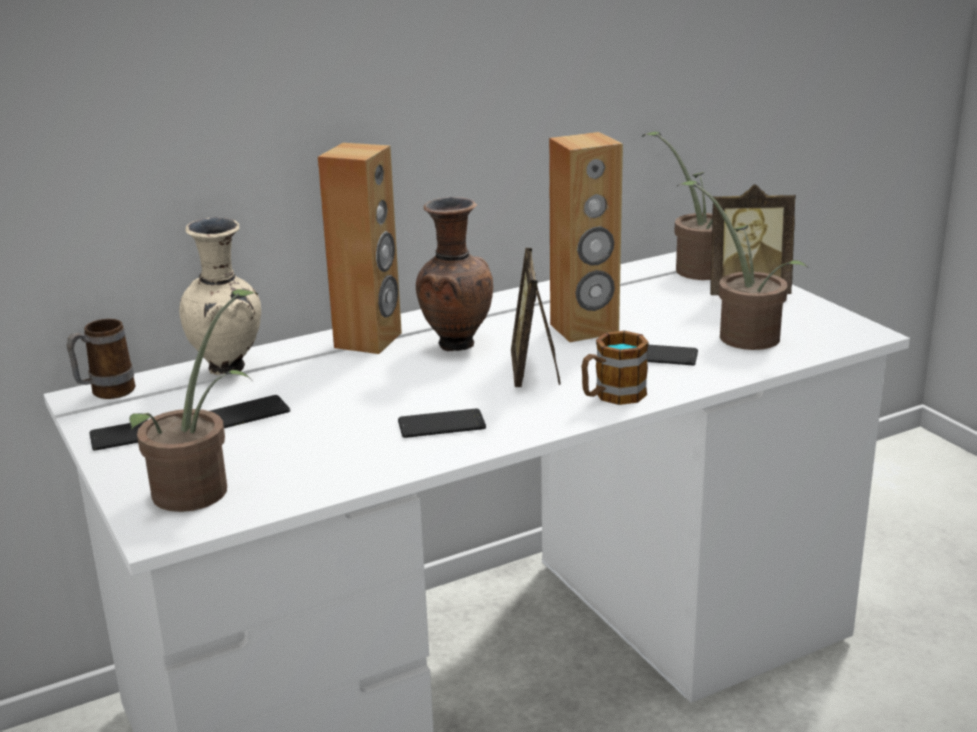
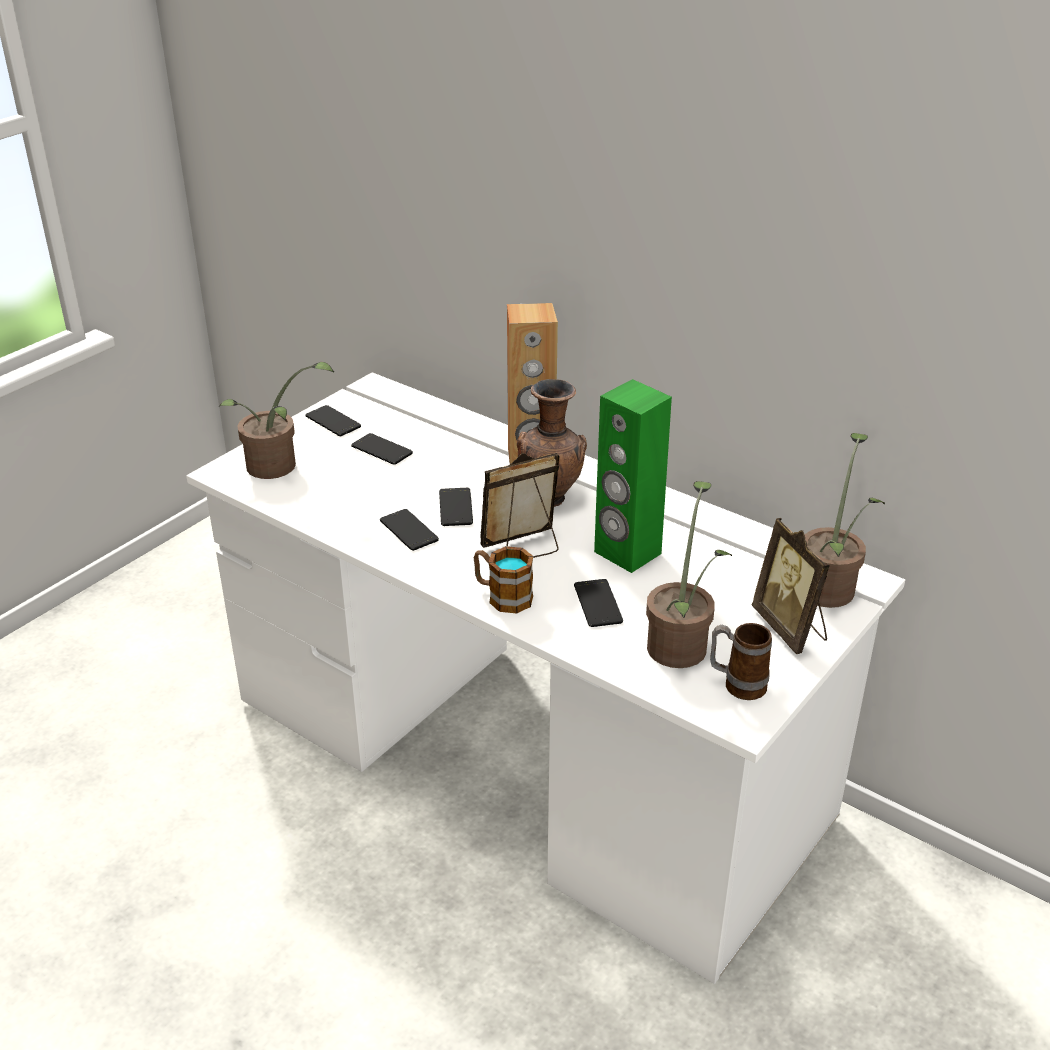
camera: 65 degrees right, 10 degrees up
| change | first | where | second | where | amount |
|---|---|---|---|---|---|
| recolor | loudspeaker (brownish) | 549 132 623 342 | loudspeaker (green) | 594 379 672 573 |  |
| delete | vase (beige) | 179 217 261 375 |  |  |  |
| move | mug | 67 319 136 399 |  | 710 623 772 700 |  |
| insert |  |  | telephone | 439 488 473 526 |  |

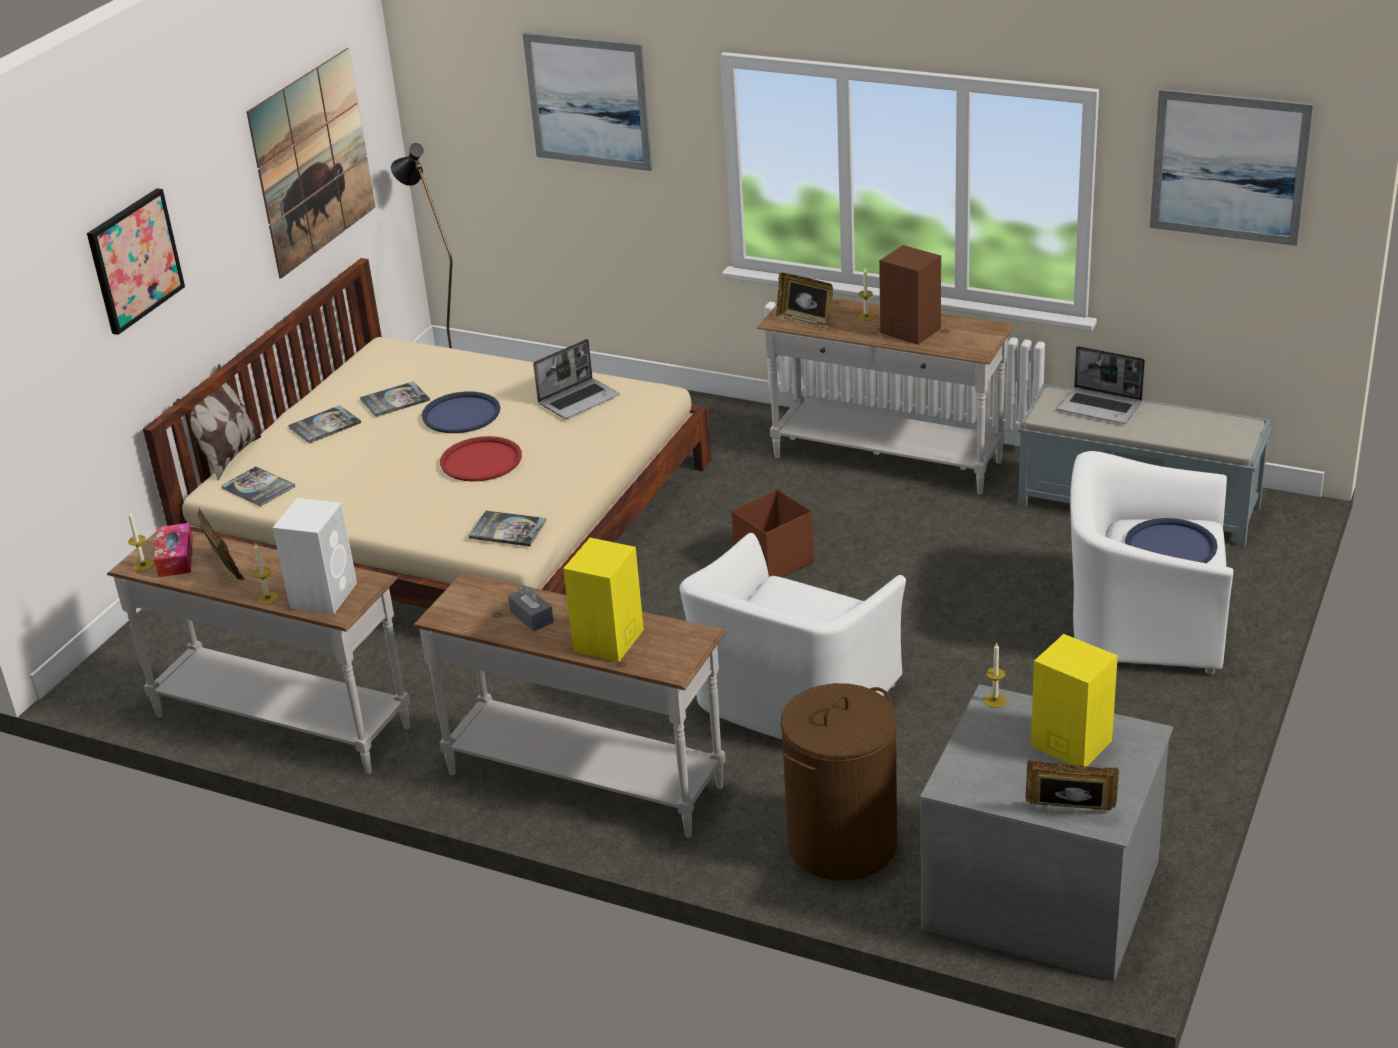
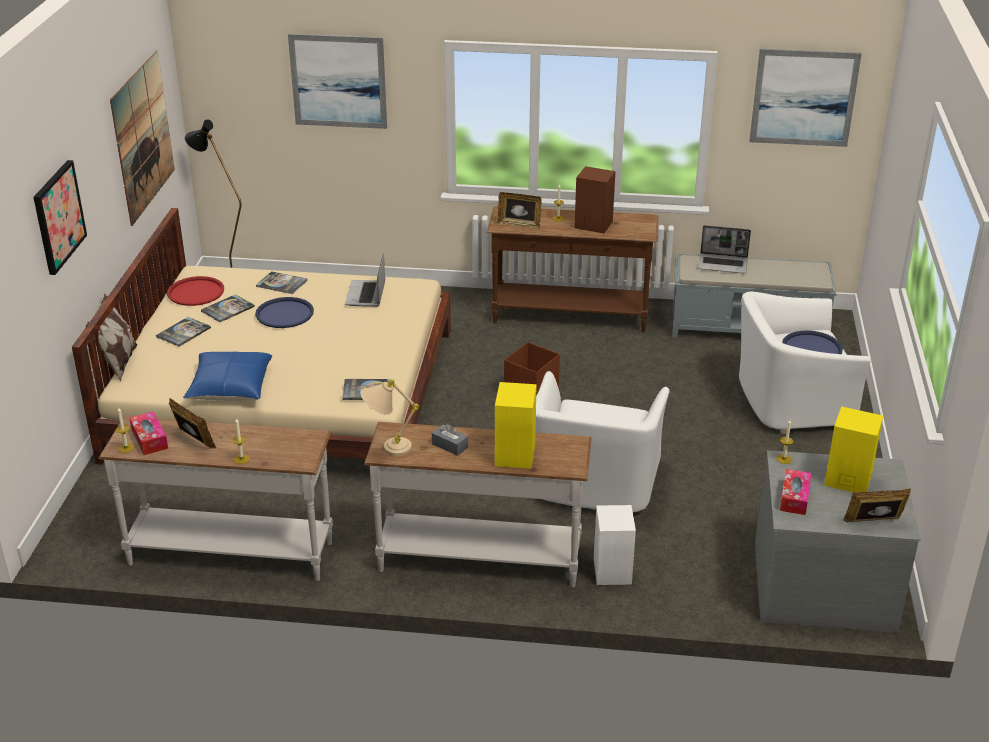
camera: 20 degrees left, 0 degrees up
| change | first | where | second | where | amount |
|---|---|---|---|---|---|
| recolor | hall table (white) | 757 298 1014 495 | hall table (brownish) | 487 206 658 333 |  |
| rotate | laptop | 533 339 620 419 |  | 345 253 385 307 | 150 degrees clockwise |
| move | carrying tray (red-coloured) | 440 436 522 482 |  | 167 276 224 306 |  |
| move | bound book | 221 466 295 507 |  | 256 271 308 294 |  |
| move | loudspeaker (white) | 273 498 357 614 |  | 594 505 636 585 |  |
| delete | washing basket (brownish) | 781 683 897 881 |  |  |  |
| insert |  |  | throw pillow (blue-coloured) | 183 352 272 401 |  |
| insert |  |  | tabletop lamp (beige) | 361 379 419 456 |  |
| insert |  |  | box of tissues | 780 469 812 515 |  |

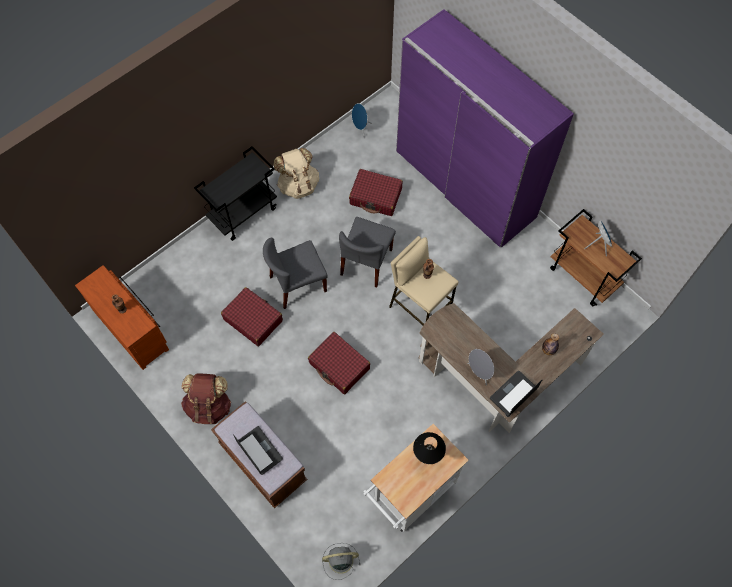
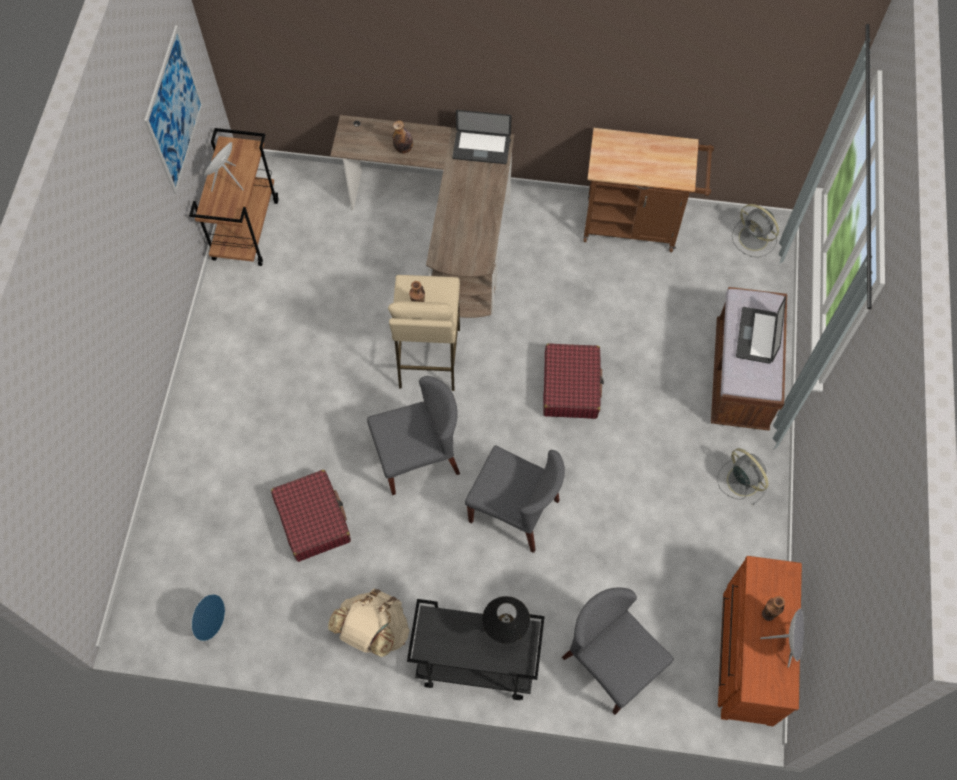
camera: 130 degrees left, 0 degrees up
| change | first | where | second | where | amount |
|---|---|---|---|---|---|
| delete | clothes cupboard (purplish) | 396 9 574 248 |  |  |  |
| delete | piece of luggage (red-coloured) | 221 287 283 346 |  |  |  |
| move | loudspeaker (gray) | 467 349 494 386 |  | 760 609 804 668 |  |
| replace | backpack (brownish) | 181 373 231 424 | fan (gray) | 717 448 768 505 |  |
| recolor | cart (white) | 363 424 469 532 | cart (brownish) | 583 128 714 252 |  |
| move | tabletop lamp (black-coloured) | 413 432 446 464 |  | 482 596 530 644 |  |
| insert |  |  | picture | 144 25 203 194 |  |
| insert |  |  | upright chair (gray) | 562 588 674 715 |  |

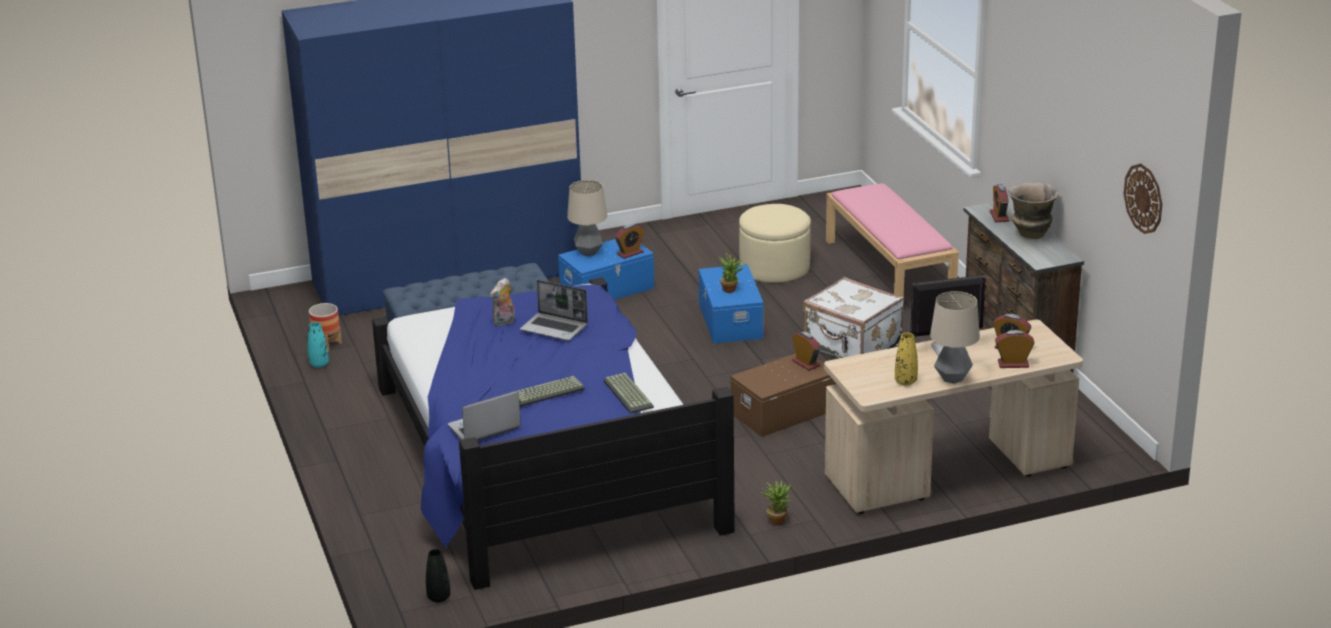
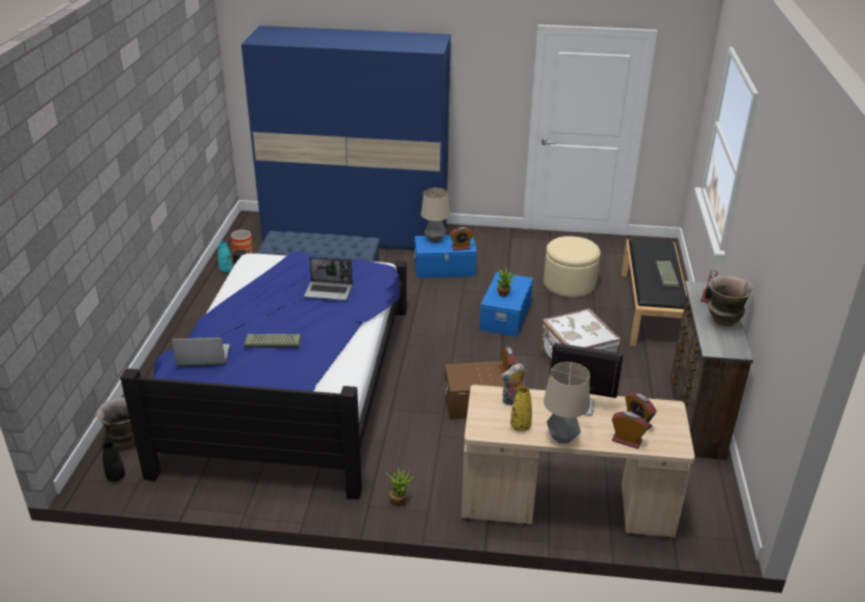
camera: 25 degrees right, 5 degrees up
| change | first | where | second | where | amount |
|---|---|---|---|---|---|
| delete | wall clock | 1124 164 1162 234 |  |  |  |
| recolor | indoor bench (pinkish) | 826 183 959 297 | indoor bench (black-coloured) | 621 239 687 346 |  |
| move | cuddly toy | 490 278 515 327 |  | 501 363 525 406 |  |
| rotate | laptop | 520 280 588 341 |  | 304 257 353 300 | 45 degrees counterclockwise |
| move | PC keyboard | 603 373 654 413 |  | 655 261 680 288 |  |
| insert |  |  | vase | 96 397 135 448 |  |

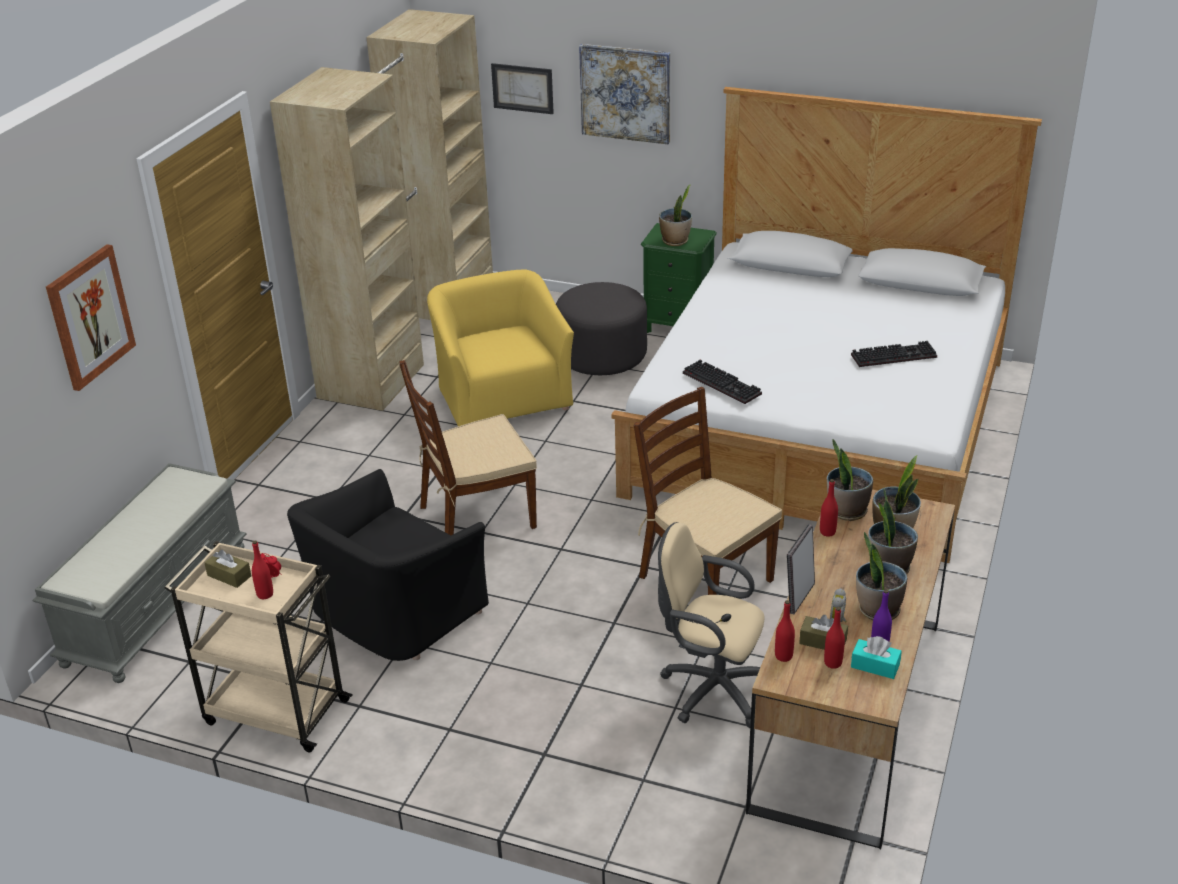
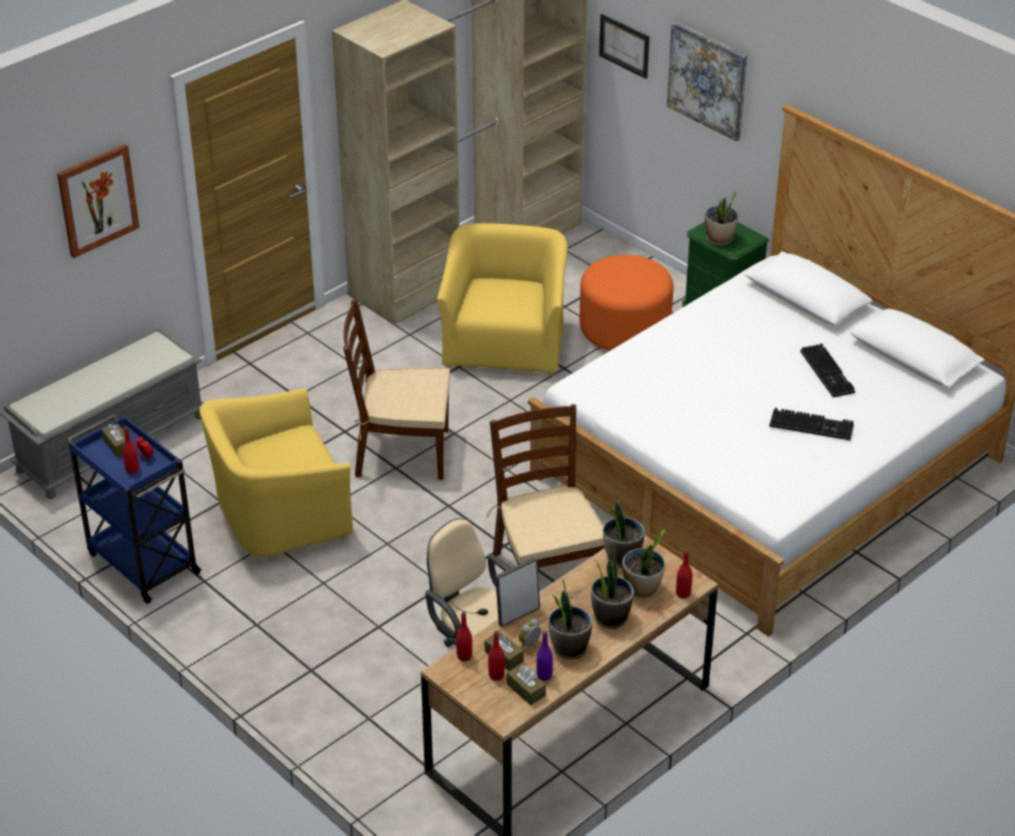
camera: 25 degrees right, 5 degrees up
| change | first | where | second | where | amount |
|---|---|---|---|---|---|
| recolor | ottoman (gray) | 556 282 647 375 | ottoman (orange) | 579 255 673 351 |  |
| move | PC keyboard | 683 360 762 404 |  | 800 343 855 397 |  |
| recolor | armchair (black-coloured) | 287 469 489 661 | armchair (yellow-coloured) | 199 389 353 560 |  |
| move | drink bottle (red-coloured) | 820 479 838 537 |  | 676 550 692 598 |  |
| recolor | cart (beige) | 165 541 353 752 | cart (blue-coloured) | 67 414 202 604 |  |
| recolor | box of tissues (blue-green) | 851 636 902 679 | box of tissues (brownish) | 507 664 546 705 |  |

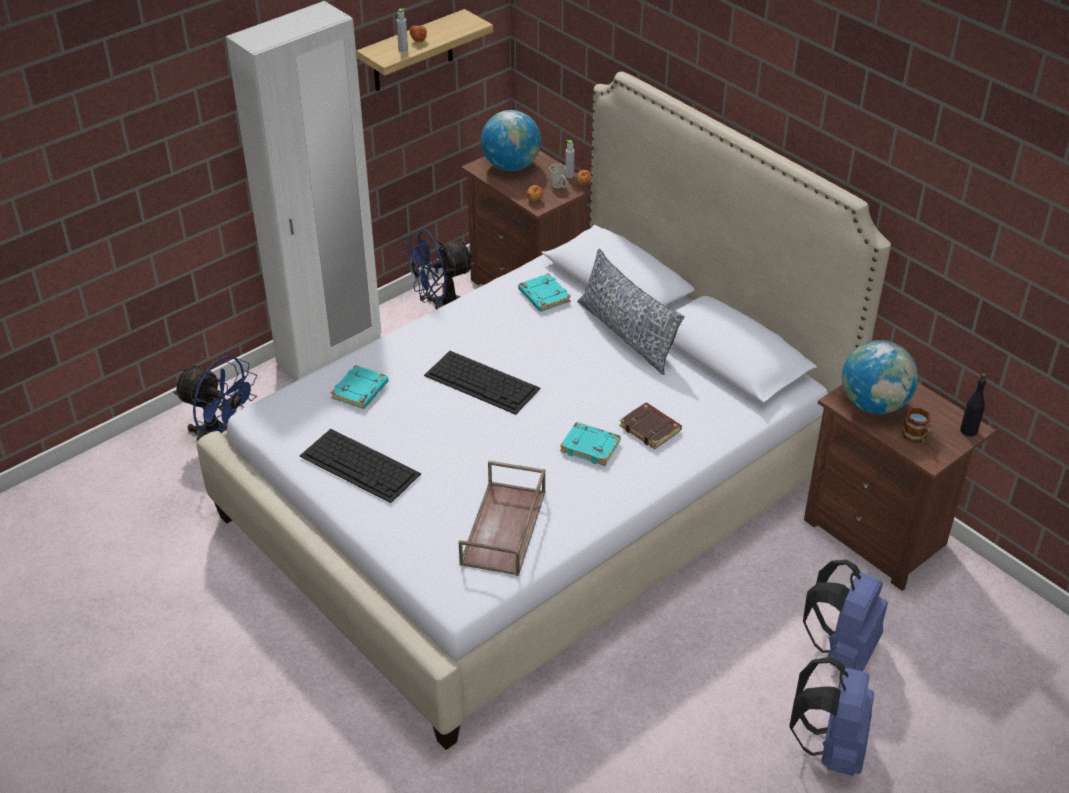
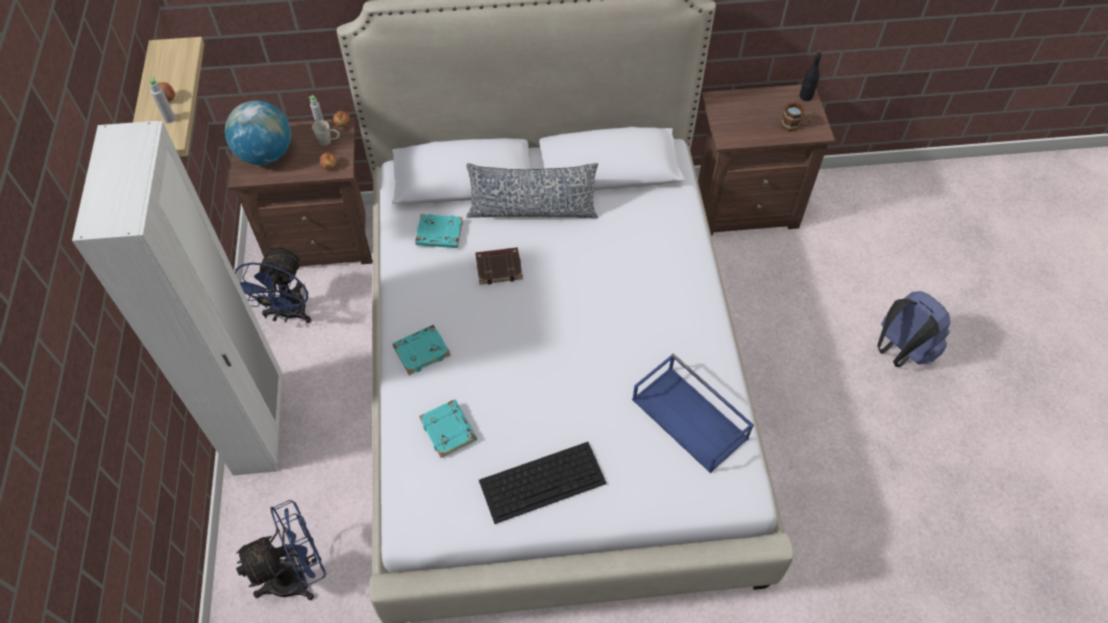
camera: 55 degrees left, 15 degrees up
| change | first | where | second | where | amount |
|---|---|---|---|---|---|
| delete | world globe | 842 340 918 414 |  |  |  |
| delete | PC keyboard | 424 351 541 415 |  |  |  |
| move | bound book (brownish) | 619 403 682 449 |  | 475 247 523 285 |  |
| move | bound book (blue-green) | 560 422 621 466 |  | 392 325 451 375 |  |
| recolor | carrying tray (brownish) | 459 461 545 576 | carrying tray (blue-coloured) | 632 354 754 473 |  |
| delete | backpack (blue-coloured) | 803 560 888 672 |  |  |  |

